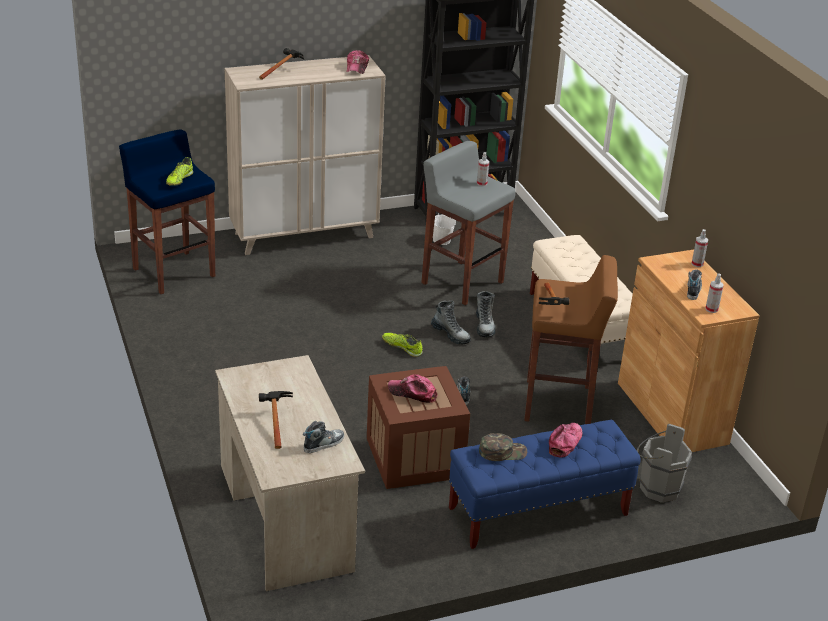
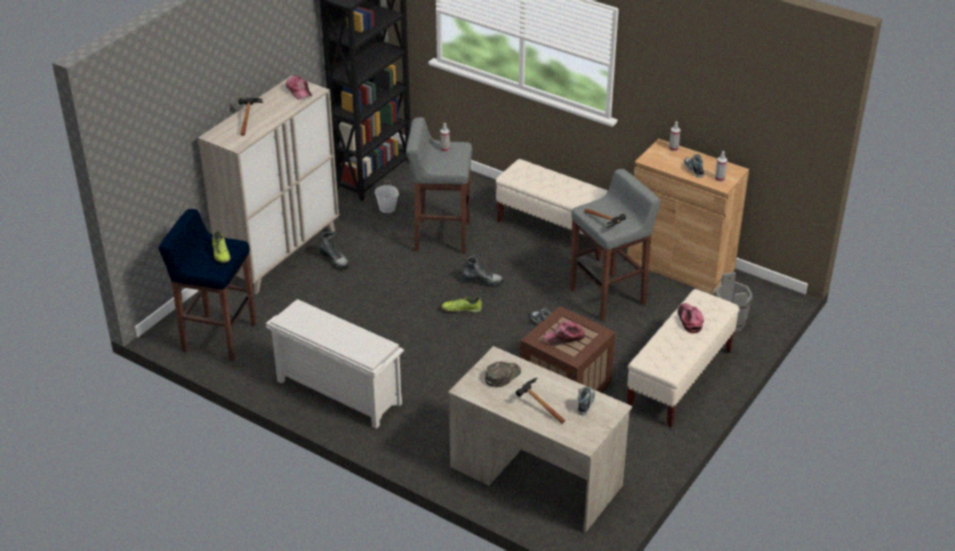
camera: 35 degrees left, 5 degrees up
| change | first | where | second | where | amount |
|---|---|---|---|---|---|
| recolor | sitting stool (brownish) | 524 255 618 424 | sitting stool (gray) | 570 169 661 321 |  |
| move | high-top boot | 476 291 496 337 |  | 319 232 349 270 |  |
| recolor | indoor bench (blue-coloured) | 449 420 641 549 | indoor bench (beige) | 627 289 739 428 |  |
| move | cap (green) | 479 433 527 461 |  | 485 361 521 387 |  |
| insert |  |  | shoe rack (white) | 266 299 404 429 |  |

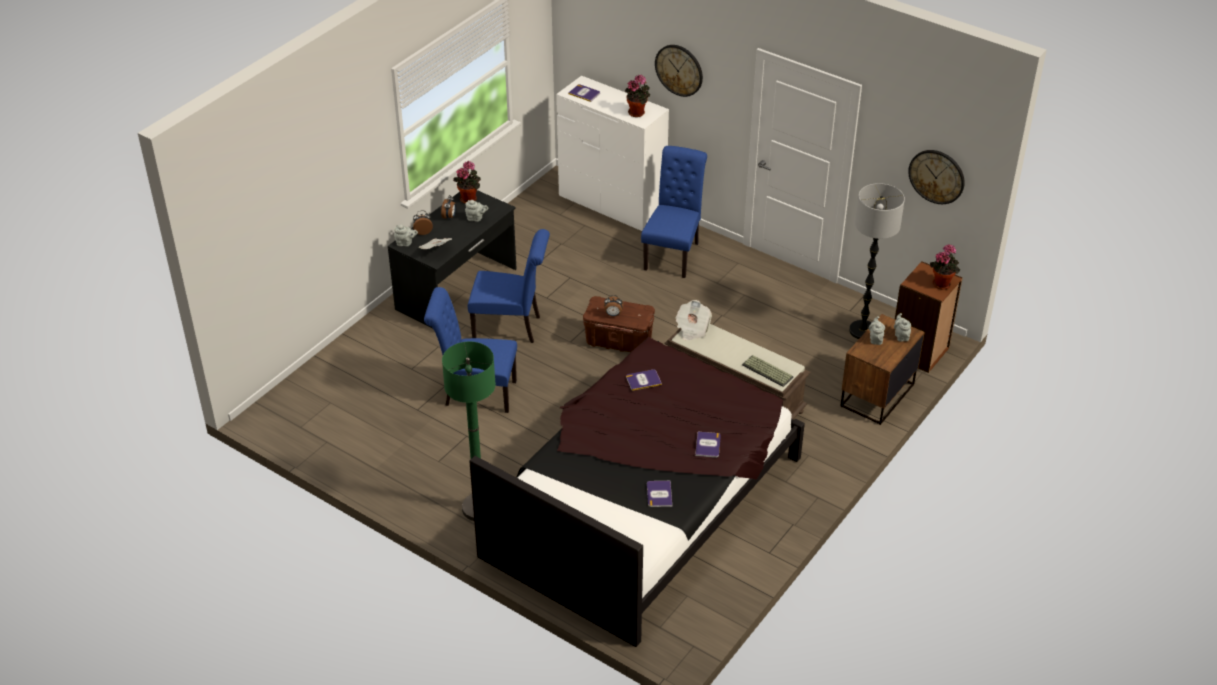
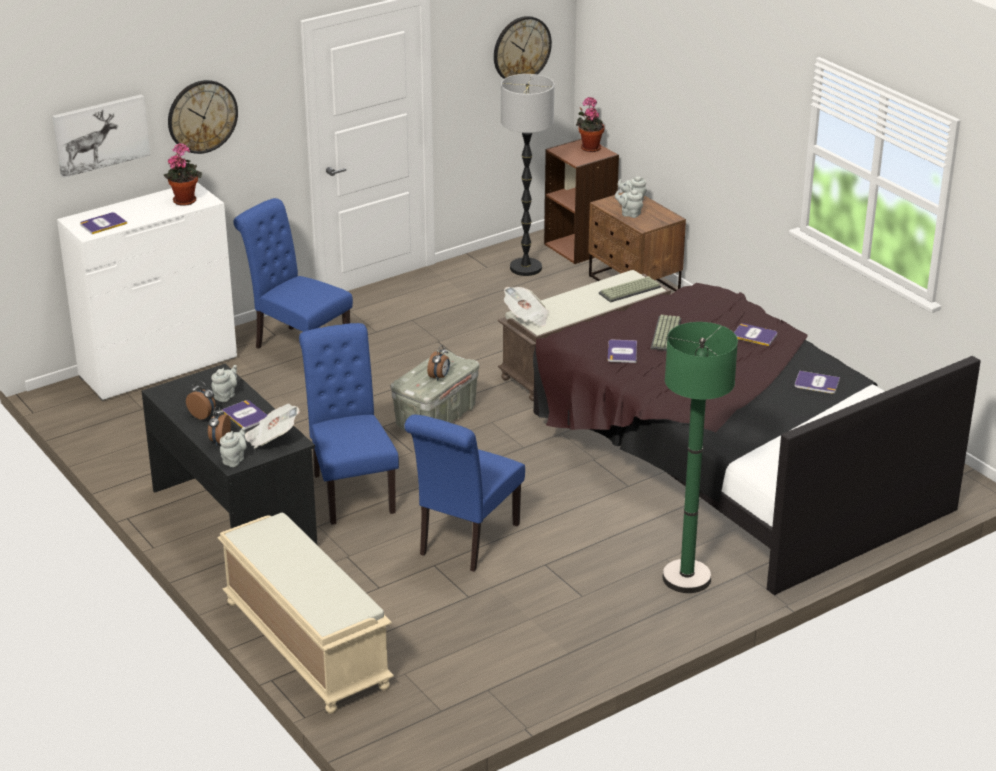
camera: 70 degrees left, 10 degrees down
| change | first | where | second | where | amount |
|---|---|---|---|---|---|
| delete | potted plant | 453 161 481 204 |  |  |  |
| rotate | upright chair (blue-coloured) | 468 229 550 343 |  | 299 323 399 525 | 45 degrees counterclockwise |
| recolor | storage container (brownish) | 583 296 655 352 | storage container (gray) | 391 350 479 431 |  |
| insert |  |  | picture | 53 94 150 178 |  |
| insert |  |  | PC keyboard | 651 315 681 351 |  |
| insert |  |  | bound book | 222 400 267 430 |  |
| insert |  |  | indoor bench (beige) | 218 513 394 714 |  |

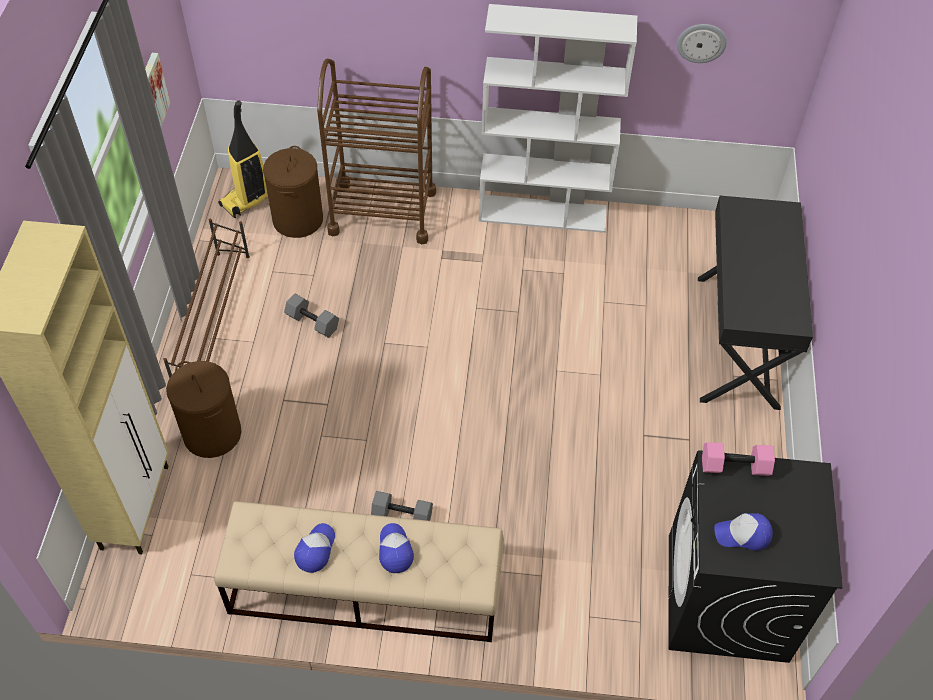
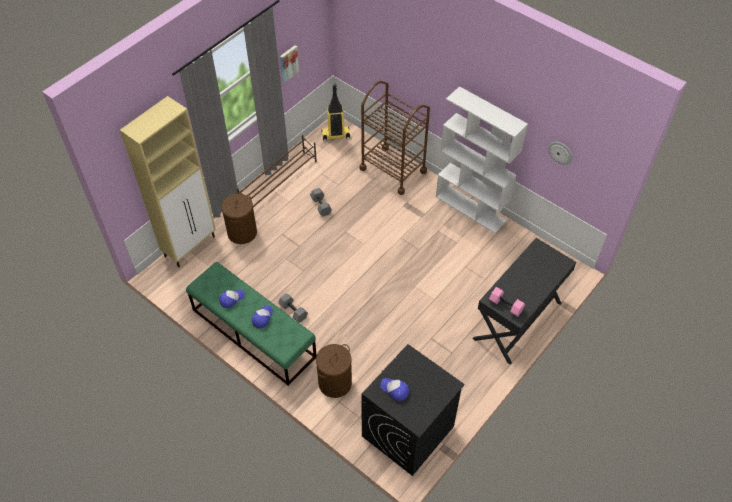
camera: 35 degrees right, 0 degrees up
| change | first | where | second | where | amount |
|---|---|---|---|---|---|
| move | washing basket (brownish) | 263 146 323 238 |  | 316 344 352 398 |  |
| move | hand weight (pinkish) | 702 442 775 476 |  | 489 287 525 317 |  |
| recolor | indoor bench (beige) | 214 501 504 642 | indoor bench (green) | 186 262 317 386 |  |

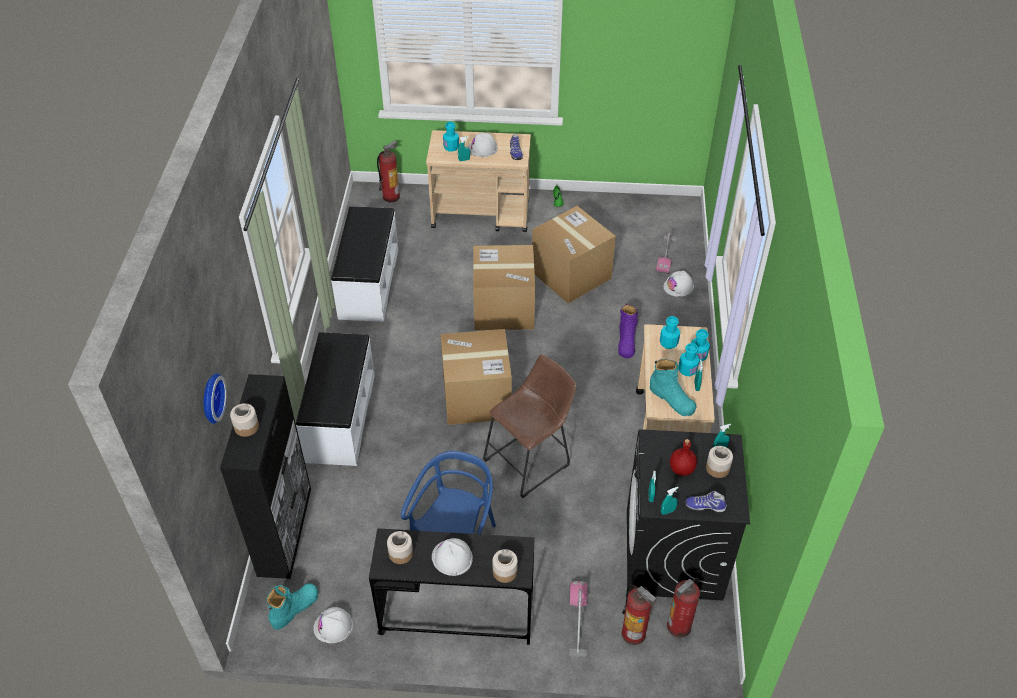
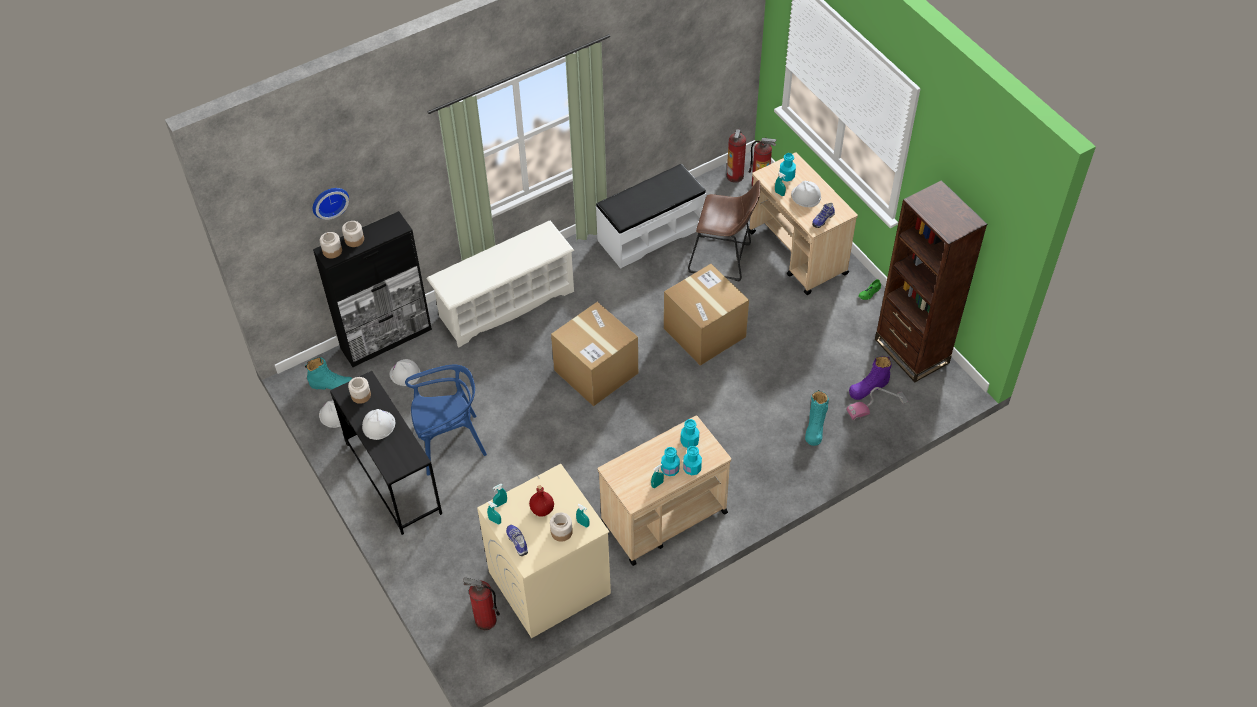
camera: 55 degrees right, 5 degrees up
| change | first | where | second | where | amount |
|---|---|---|---|---|---|
| delete | packing box | 532 206 616 303 |  |  |  |
| move | hard hat (white) | 664 271 694 297 |  | 390 359 420 386 |  |
| move | high-top boot (purplish) | 618 304 638 358 |  | 849 356 891 400 |  |
| replace | indoor bench (white) | 296 332 375 466 | shoe rack (white) | 427 221 575 348 |  |
| move | sitting stool (brownish) | 483 354 576 498 |  | 688 180 760 282 |  |
| move | high-top boot (blue-green) | 650 359 697 416 |  | 805 390 829 446 |  |
| recolor | laundry appliance (black-coloured) | 627 429 750 601 | laundry appliance (beige) | 477 464 611 638 |  |
| move | storage jar | 492 549 518 583 |  | 320 232 342 258 |  |
| delete | hoover | 570 581 587 657 |  |  |  |
| move | fire-fighting cylinder | 622 585 656 645 |  | 726 129 746 183 |  |
| insert |  |  | shelving unit (brownish) | 875 180 987 382 |  |

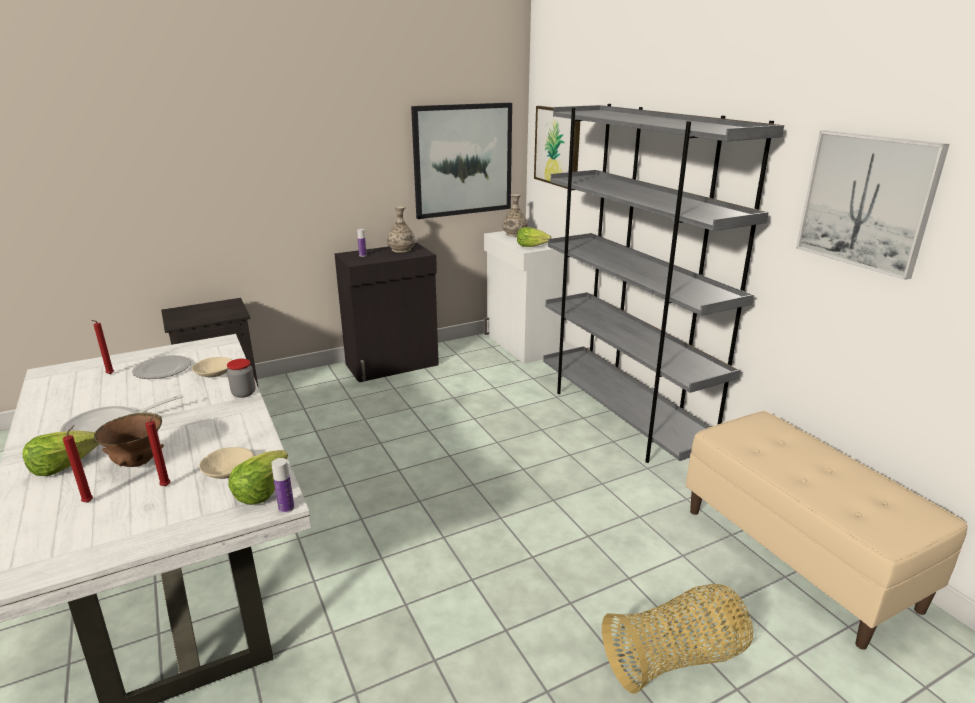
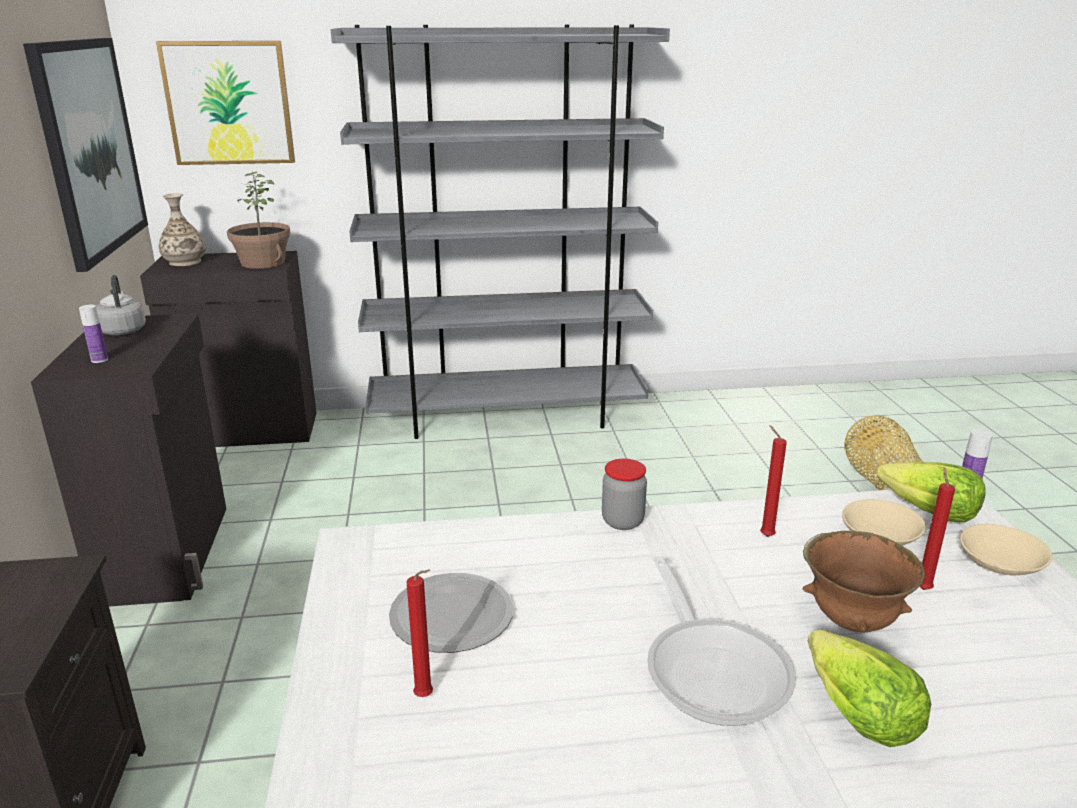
camera: 70 degrees left, 0 degrees up
| change | first | where | second | where | amount |
|---|---|---|---|---|---|
| delete | picture | 796 130 949 280 |  |  |  |
| replace | vase | 387 206 415 253 | tea kettle (gray) | 96 275 146 335 |  |
| replace | head of lettuce | 517 227 552 247 | potted plant | 227 172 290 269 |  |
| recolor | cabinet (white) | 484 231 564 364 | cabinet (black-coloured) | 140 251 316 447 |  |
| move | bowl (beige) | 192 357 232 377 |  | 960 524 1053 575 |  |
| delete | indoor bench (beige) | 686 411 967 650 |  |  |  |
| move | wax light (red-coloured) | 63 425 93 503 |  | 760 425 787 537 |  |

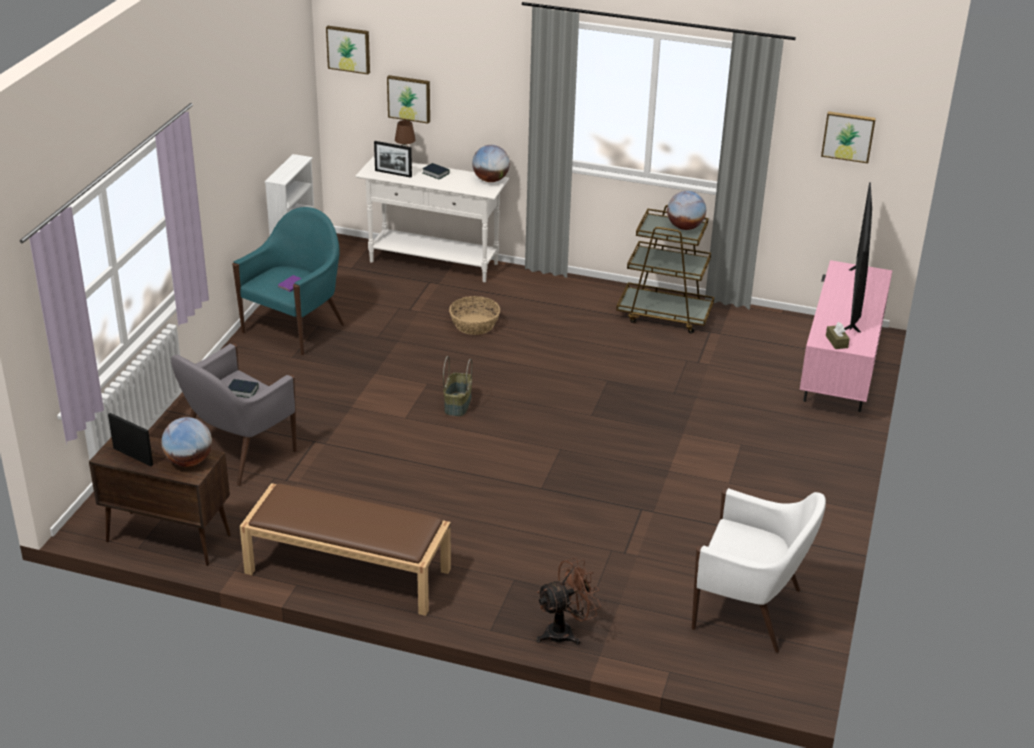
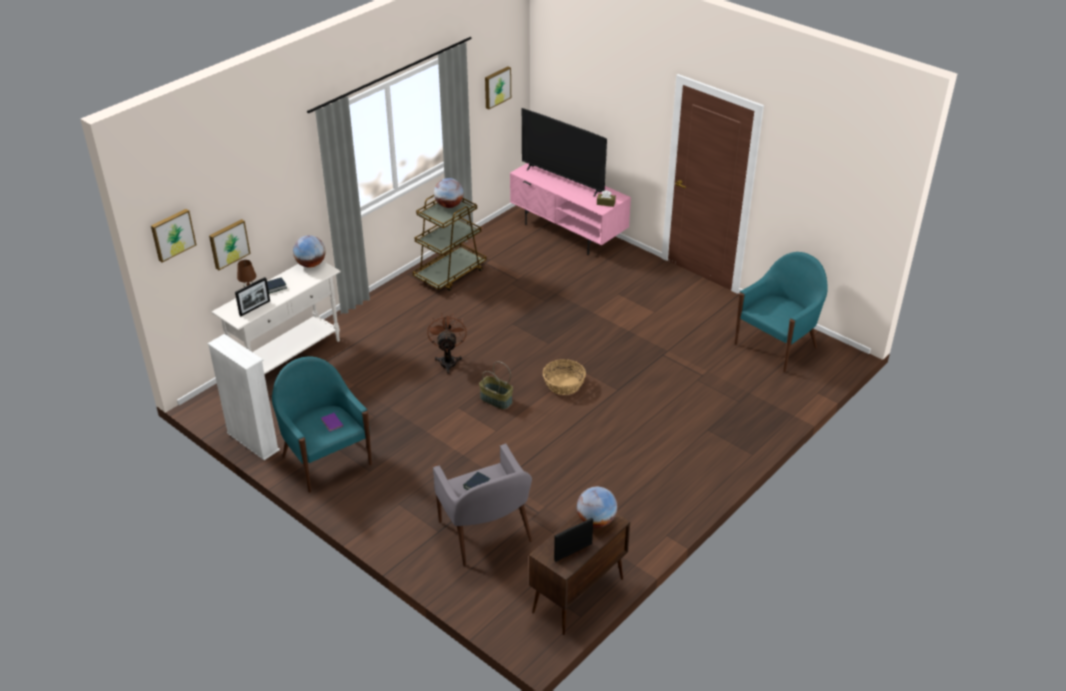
camera: 65 degrees left, 5 degrees up
| change | first | where | second | where | amount |
|---|---|---|---|---|---|
| move | basket | 449 296 500 335 |  | 543 359 586 395 |  |
| delete | indoor bench (brownish) | 240 483 451 616 |  |  |  |
| recolor | armchair (white) | 692 488 826 653 | armchair (blue-green) | 735 252 828 372 |  |
| move | fan (brownish) | 536 558 601 645 |  | 427 313 467 374 |  |

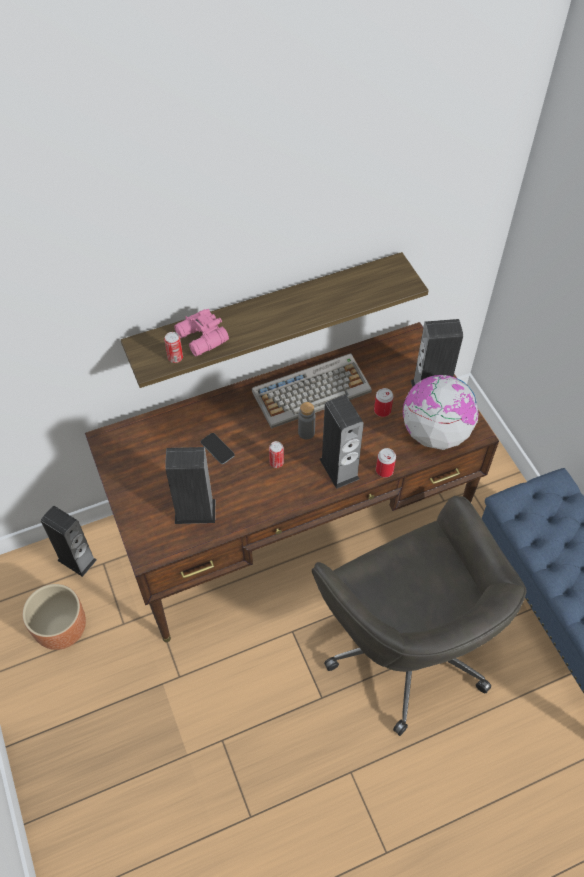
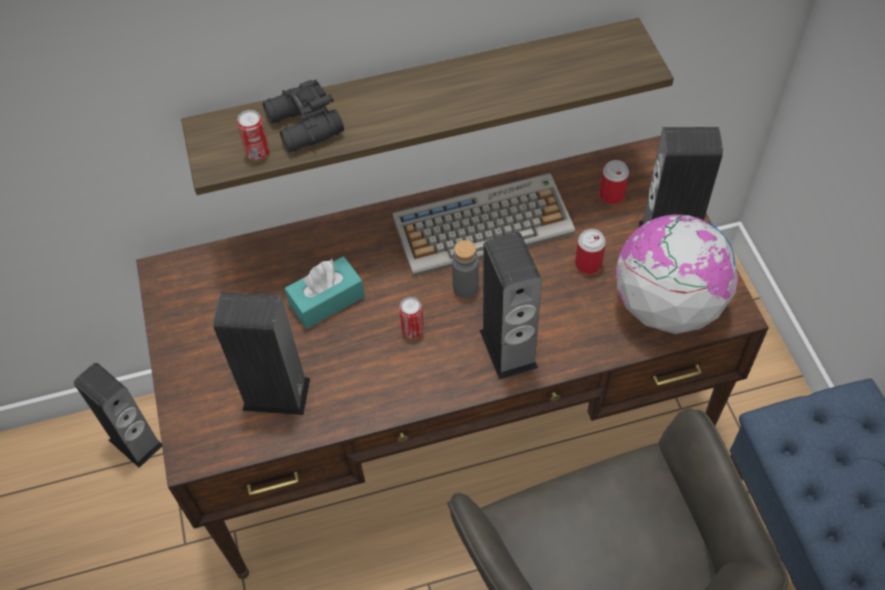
camera: 10 degrees right, 0 degrees up
| change | first | where | second | where | amount |
|---|---|---|---|---|---|
| recolor | binoculars (pinkish) | 174 309 229 356 | binoculars (black-coloured) | 263 80 344 153 |  |
| replace | telephone | 201 433 235 464 | box of tissues (blue-green) | 285 256 365 329 |  |
| move | metal can | 376 448 396 478 |  | 599 160 629 205 |  |
| delete | flower pot (brownish) | 23 584 86 650 |  |  |  |

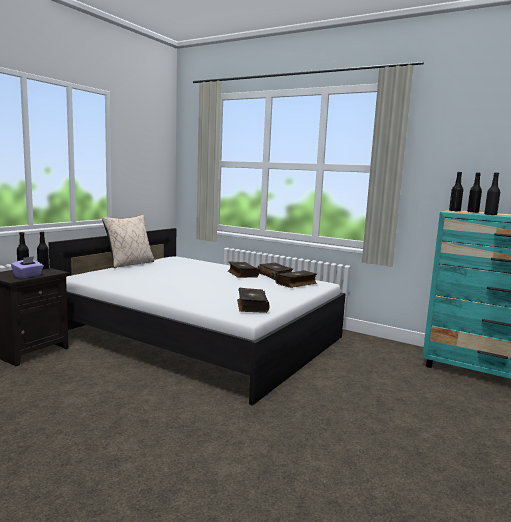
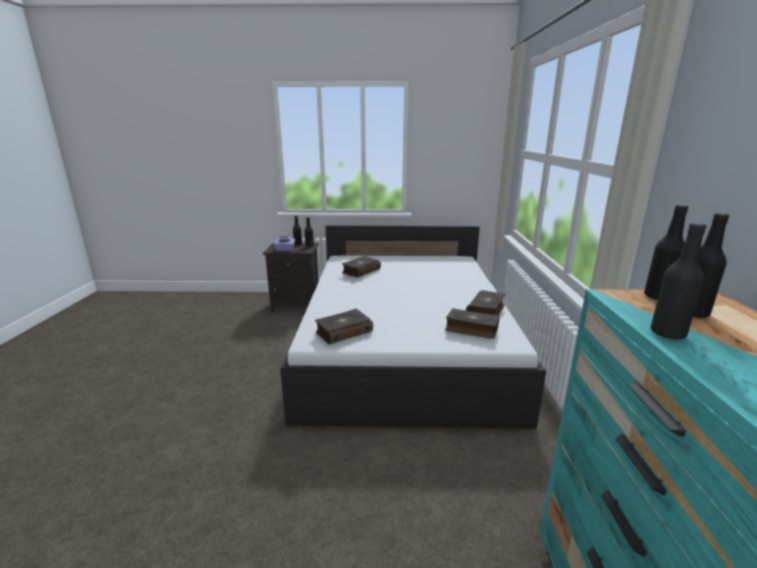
camera: 60 degrees right, 10 degrees up
| change | first | where | second | where | amount |
|---|---|---|---|---|---|
| delete | throw pillow (beige) | 102 215 154 268 |  |  |  |
| move | bound book | 228 261 259 278 |  | 342 256 381 278 |  |

